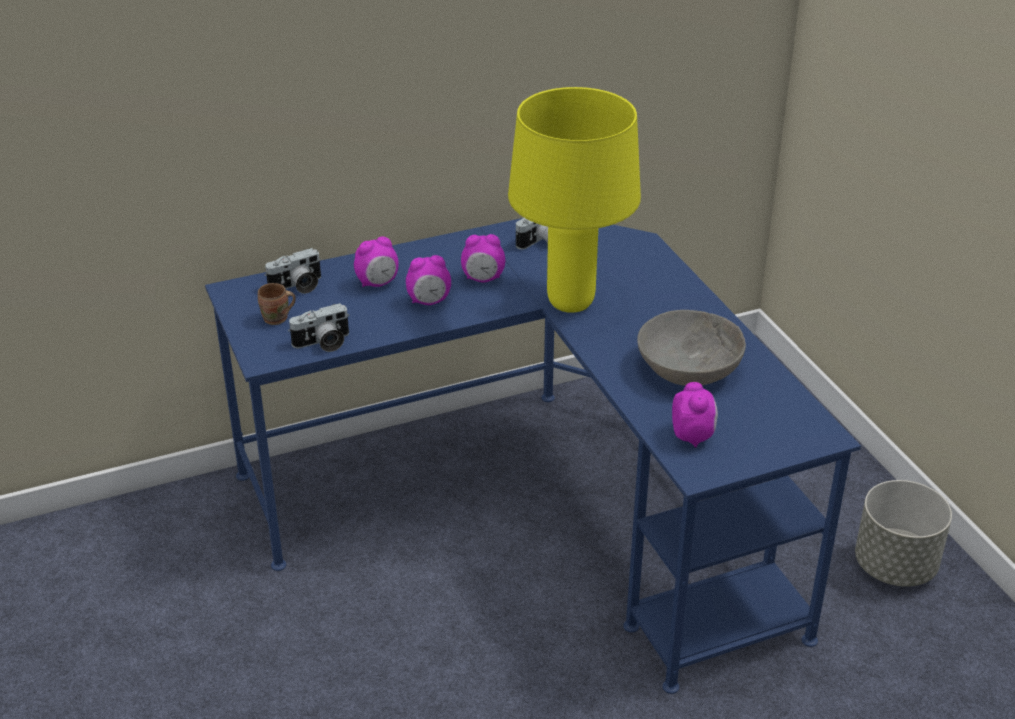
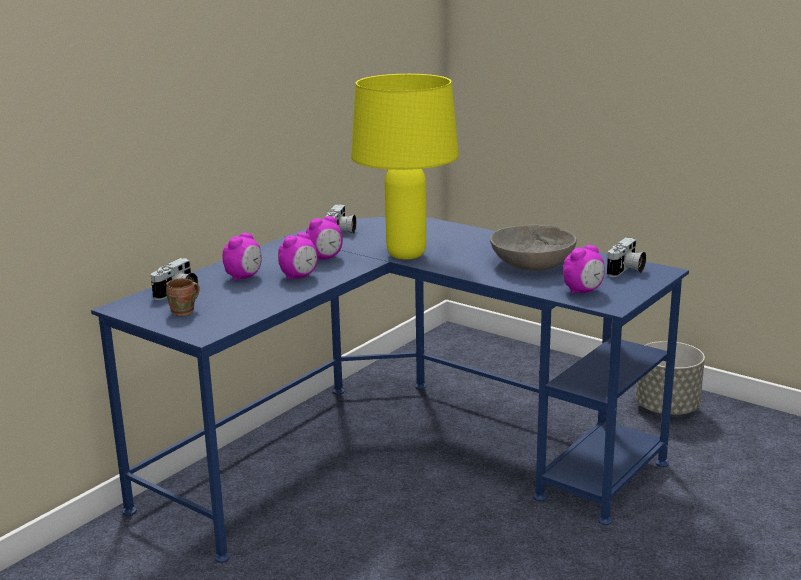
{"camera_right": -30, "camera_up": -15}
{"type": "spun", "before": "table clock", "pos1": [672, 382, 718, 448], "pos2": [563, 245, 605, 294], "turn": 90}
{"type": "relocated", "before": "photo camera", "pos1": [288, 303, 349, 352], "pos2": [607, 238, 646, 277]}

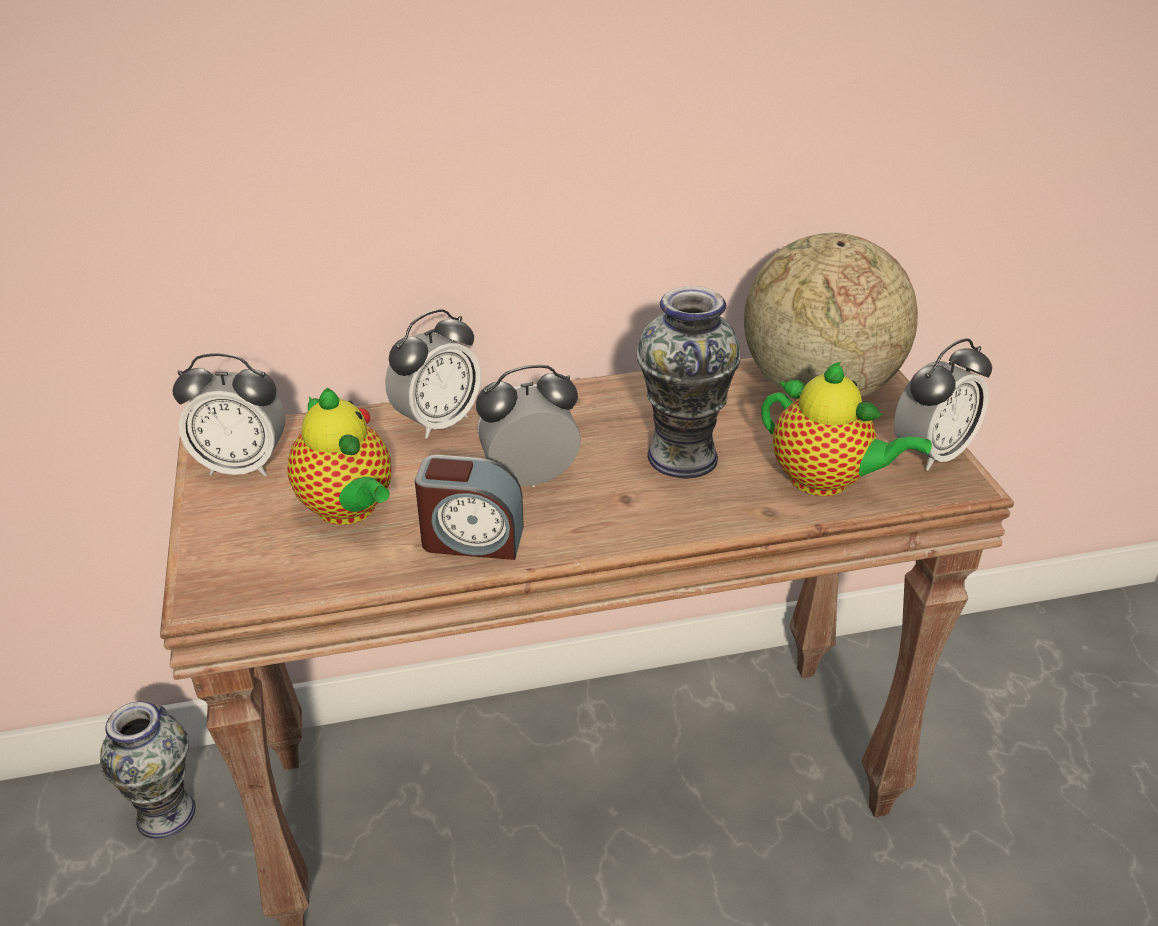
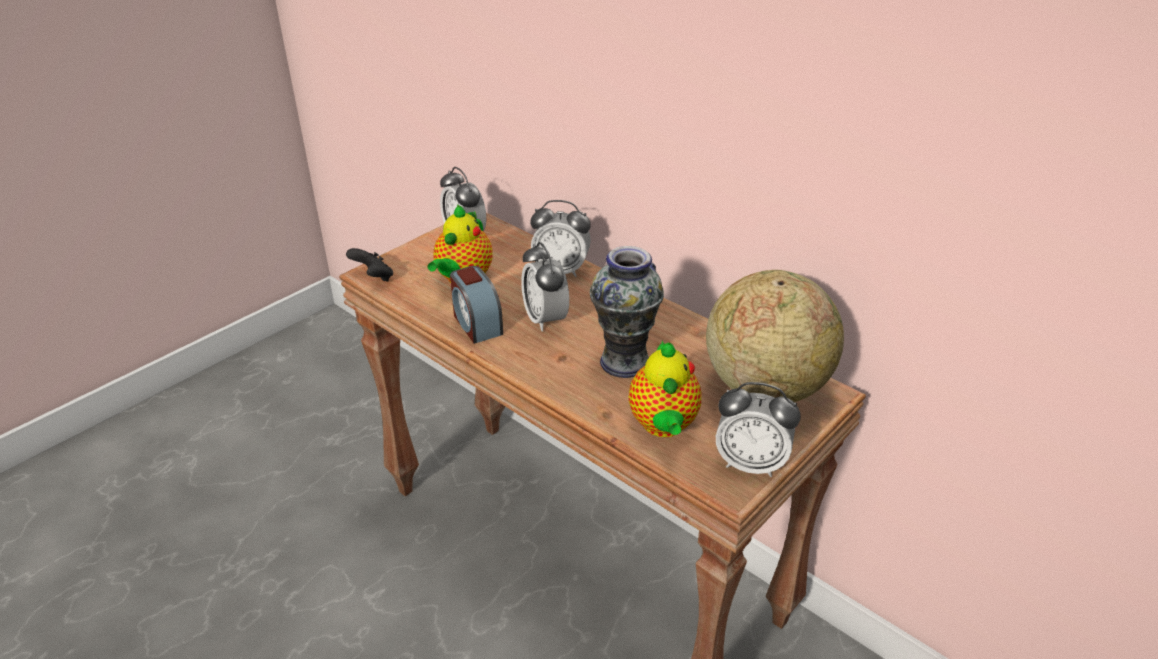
{"camera_right": 55, "camera_up": 0}
{"type": "appeared", "after": "black-coloured joypad", "pos2": [346, 248, 393, 281]}
{"type": "spun", "before": "table clock", "pos1": [476, 365, 581, 487], "pos2": [521, 242, 569, 331], "turn": -150}
{"type": "missing", "before": "flower vase", "pos1": [100, 701, 196, 839]}

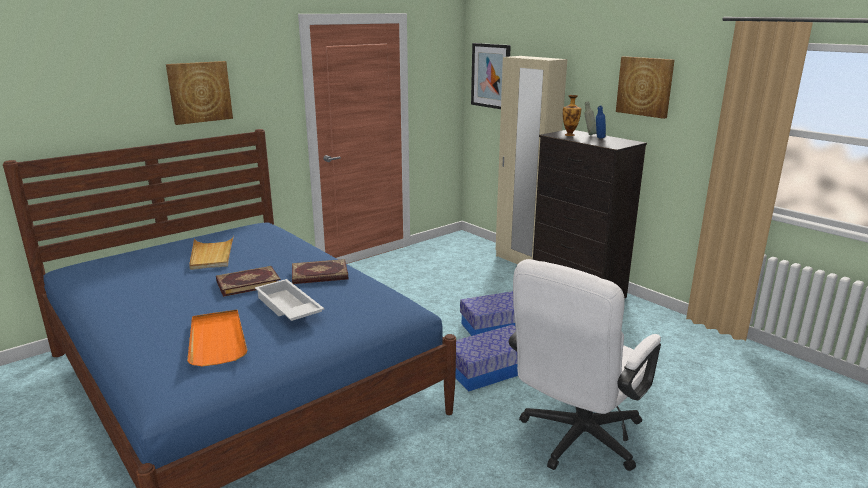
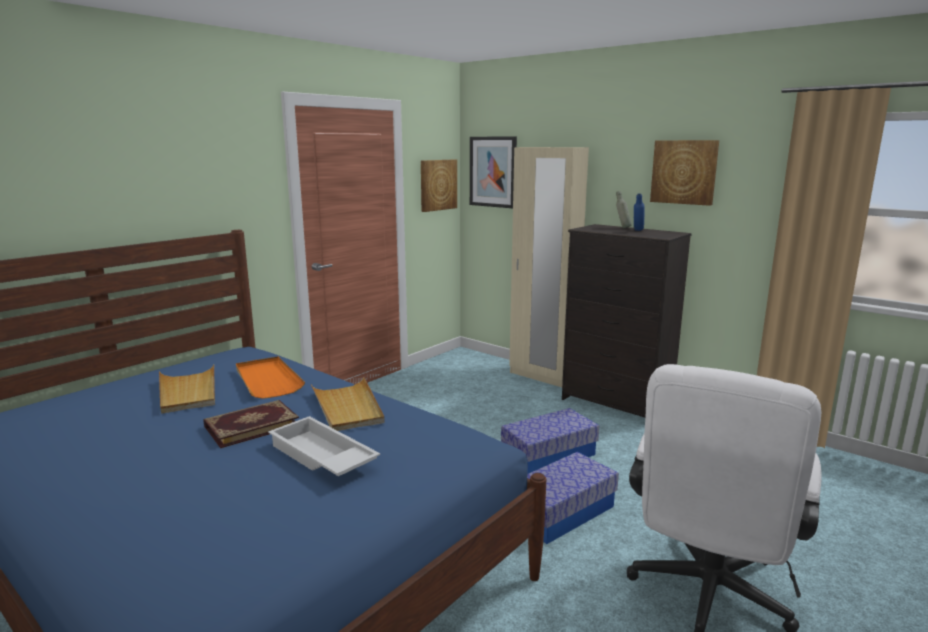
{"camera_right": -10, "camera_up": -5}
{"type": "relocated", "before": "orange serving tray", "pos1": [187, 309, 248, 366], "pos2": [236, 356, 305, 399]}
{"type": "exchanged", "before": "book", "after": "sand-coloured serving tray", "pos1": [292, 259, 348, 284], "pos2": [311, 377, 385, 431]}
{"type": "relocated", "before": "wall art", "pos1": [166, 61, 233, 125], "pos2": [421, 159, 457, 212]}
{"type": "missing", "before": "flower vase", "pos1": [563, 95, 581, 136]}

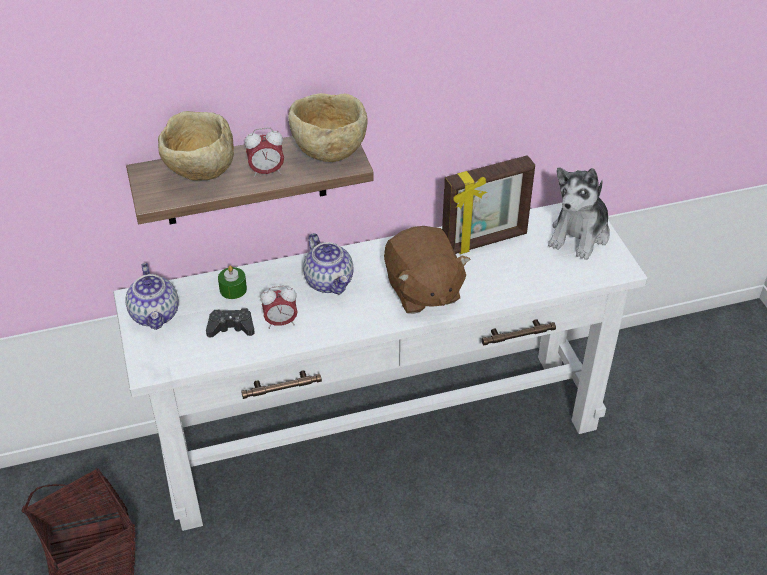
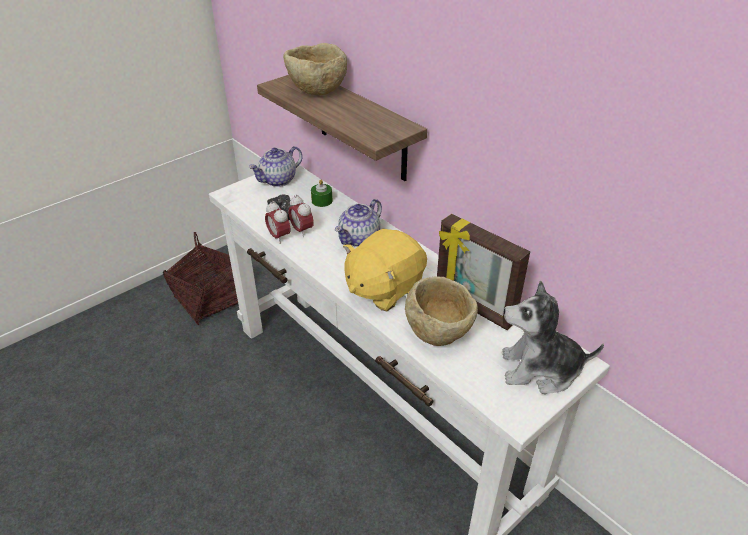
{"camera_right": 65, "camera_up": -5}
{"type": "relocated", "before": "table clock", "pos1": [245, 128, 284, 178], "pos2": [265, 201, 290, 244]}
{"type": "colour", "before": "brownish soft toy", "after": "yellowish soft toy", "pos1": [384, 226, 470, 314], "pos2": [343, 229, 427, 311]}
{"type": "relocated", "before": "sand-coloured bowl", "pos1": [288, 93, 368, 162], "pos2": [405, 276, 478, 346]}

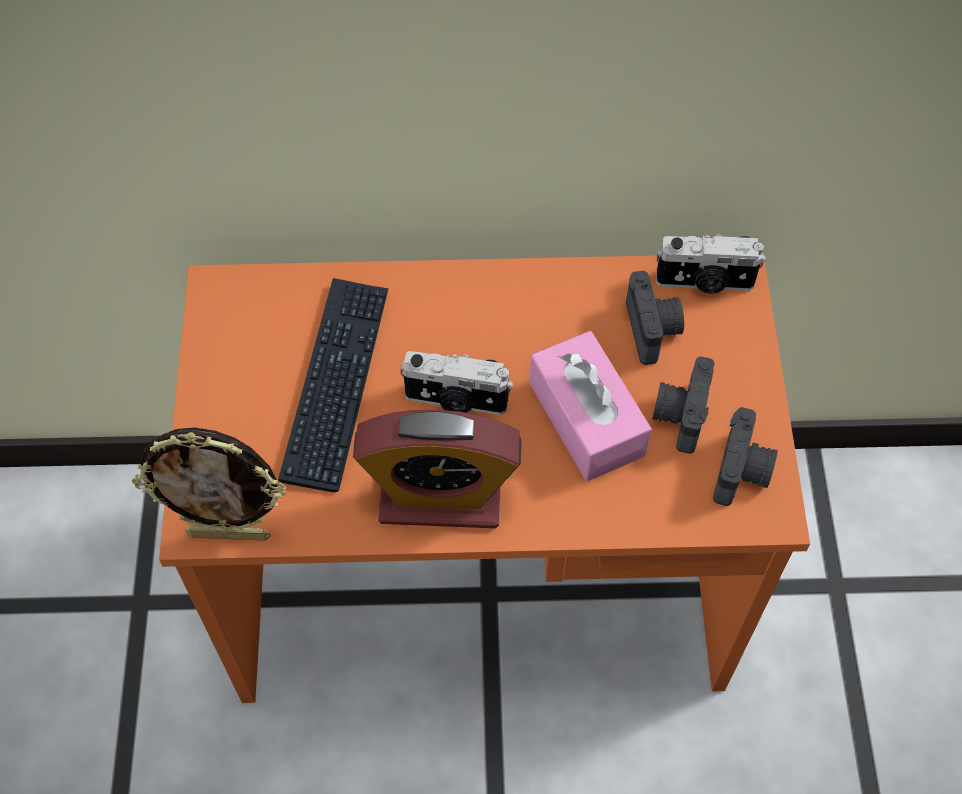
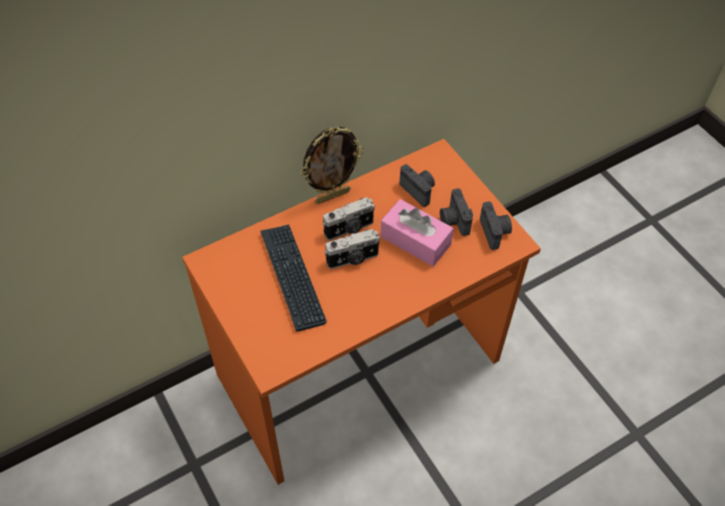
{"camera_right": -30, "camera_up": -5}
{"type": "relocated", "before": "photo frame", "pos1": [132, 428, 286, 540], "pos2": [301, 126, 363, 204]}
{"type": "relocated", "before": "photo camera", "pos1": [656, 234, 765, 294], "pos2": [322, 197, 375, 240]}
{"type": "missing", "before": "table clock", "pos1": [353, 410, 522, 528]}

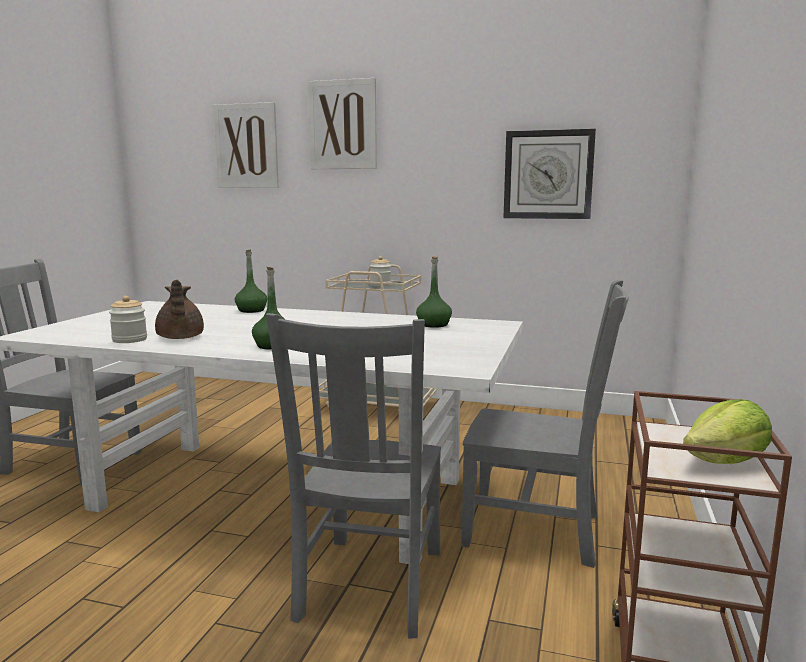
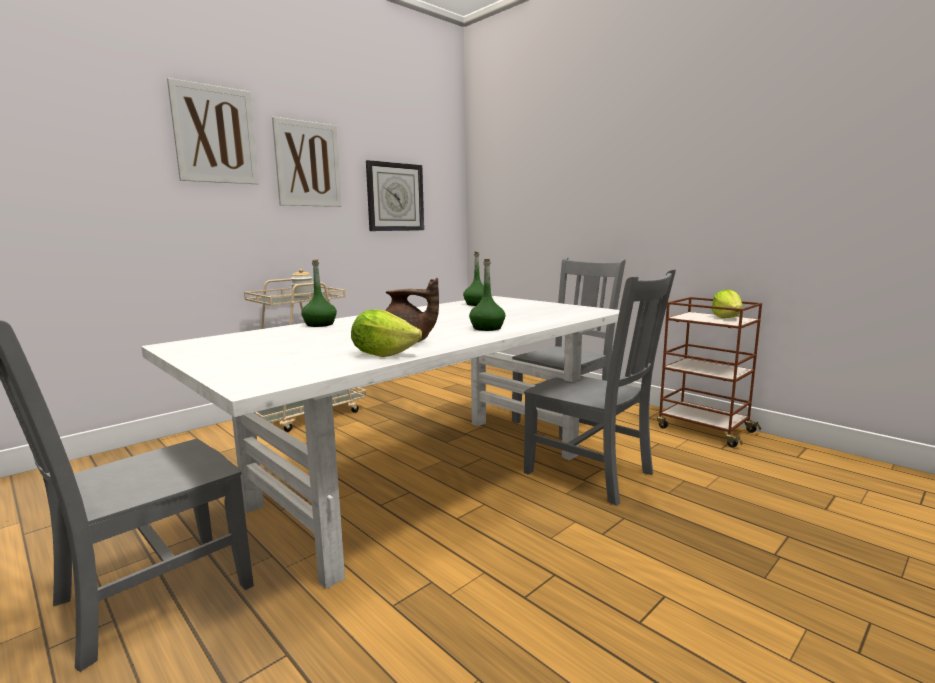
{"camera_right": -60, "camera_up": 0}
{"type": "relocated", "before": "wall art", "pos1": [213, 102, 279, 188], "pos2": [272, 117, 342, 207]}
{"type": "exchanged", "before": "jar", "after": "lettuce", "pos1": [109, 296, 147, 343], "pos2": [351, 309, 422, 357]}

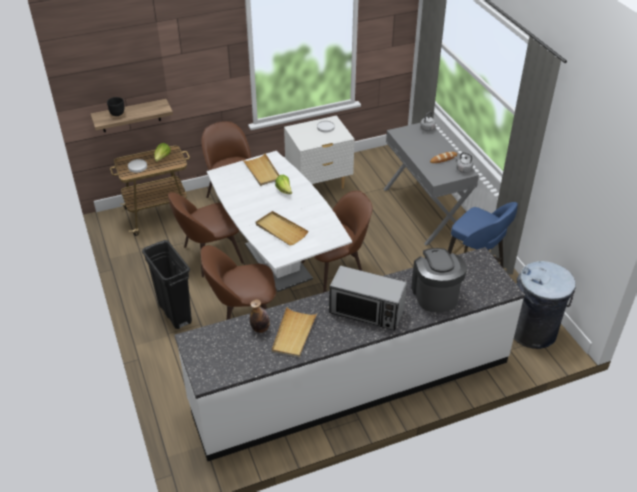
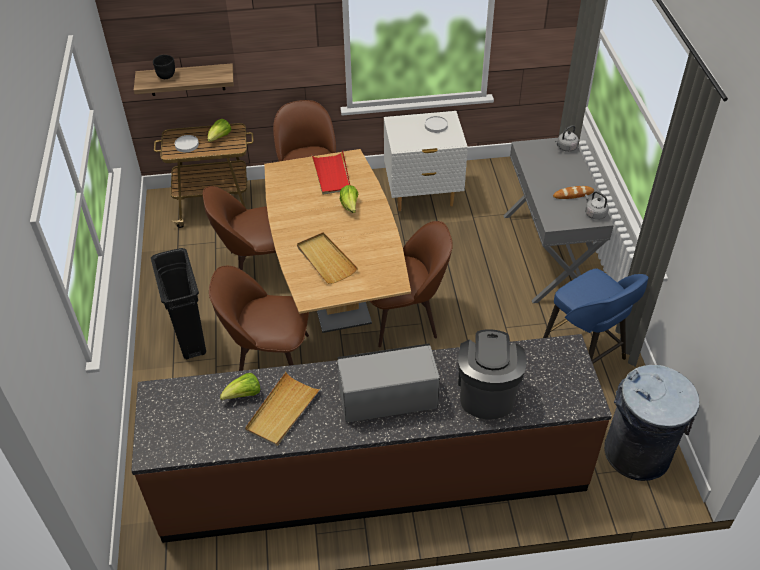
{"camera_right": 15, "camera_up": 5}
{"type": "colour", "before": "white-coloured kitchen counter", "after": "brownish kitchen counter", "pos1": [174, 247, 525, 461], "pos2": [131, 334, 612, 543]}
{"type": "exchanged", "before": "bottle", "after": "lettuce", "pos1": [250, 299, 270, 333], "pos2": [220, 373, 260, 400]}
{"type": "colour", "before": "white-coloured dining table", "after": "brownish dining table", "pos1": [207, 151, 352, 292], "pos2": [264, 149, 411, 333]}
{"type": "colour", "before": "sand-coloured serving tray", "after": "red-coloured serving tray", "pos1": [242, 153, 280, 186], "pos2": [312, 151, 350, 195]}
{"type": "spun", "before": "kitchen microwave", "pos1": [329, 266, 407, 331], "pos2": [337, 343, 440, 422], "turn": 135}

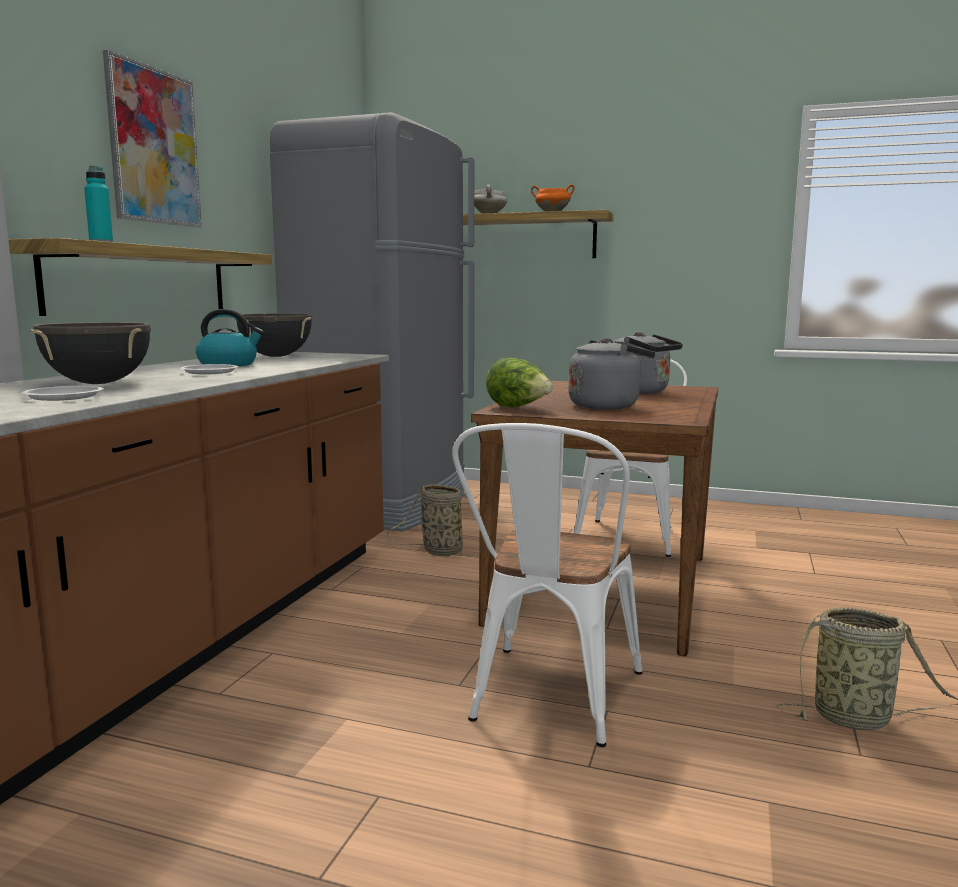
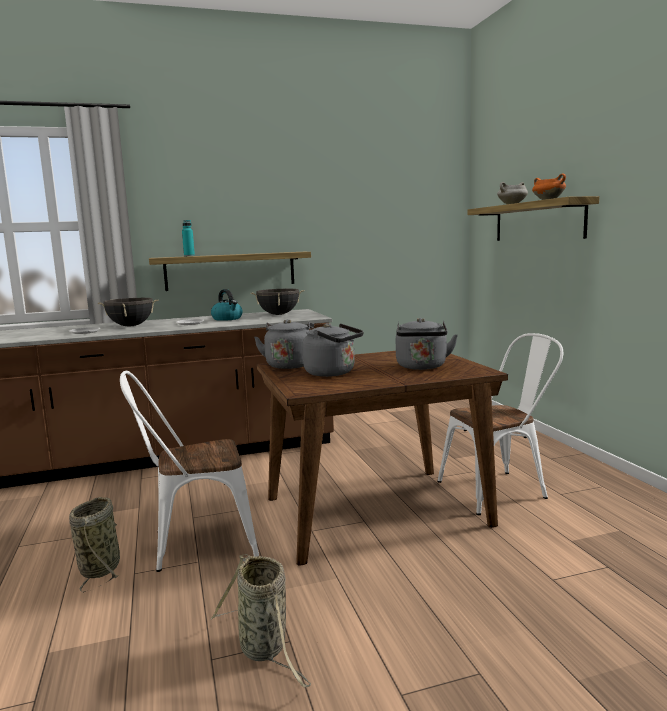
{"camera_right": 55, "camera_up": 0}
{"type": "relocated", "before": "basket", "pos1": [387, 484, 479, 556], "pos2": [69, 497, 120, 593]}
{"type": "exchanged", "before": "lettuce", "after": "greyish water kettle", "pos1": [486, 358, 553, 407], "pos2": [254, 319, 314, 369]}
{"type": "missing", "before": "wall art", "pos1": [103, 50, 202, 228]}
{"type": "missing", "before": "greyish fridge", "pos1": [270, 112, 474, 531]}

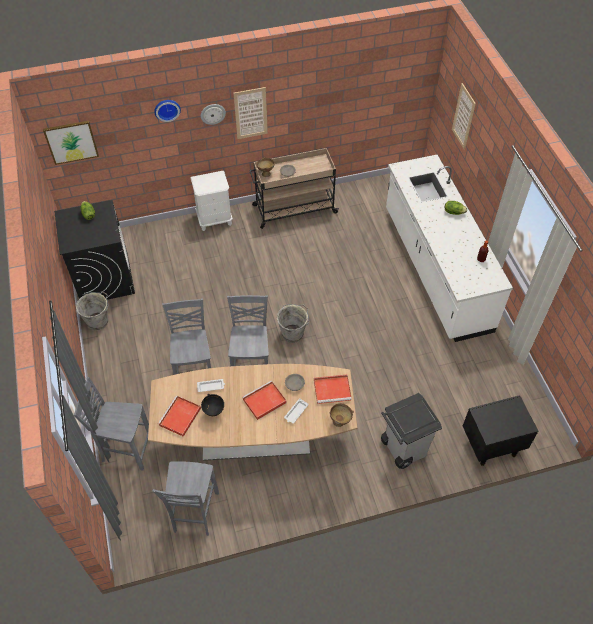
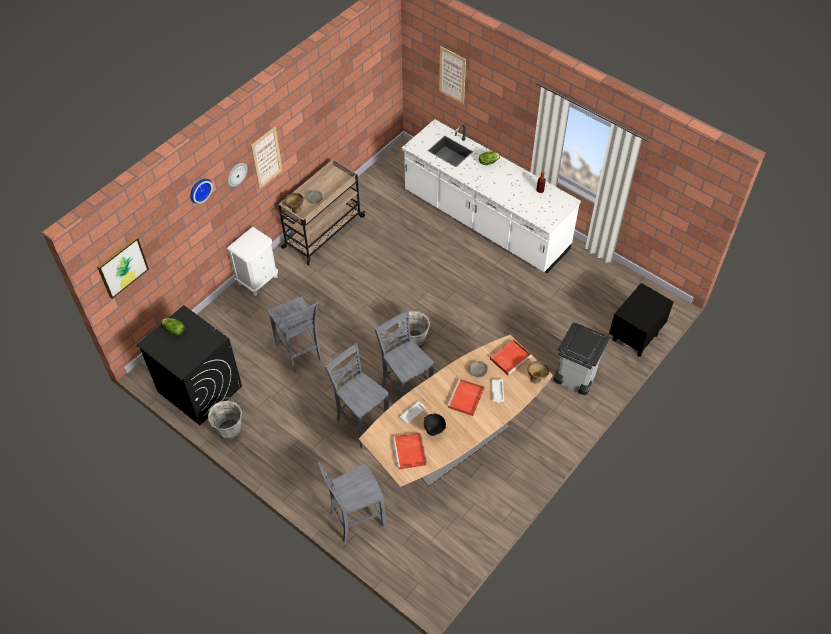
{"camera_right": -35, "camera_up": 0}
{"type": "relocated", "before": "greyish plain chair", "pos1": [153, 461, 219, 536], "pos2": [268, 296, 322, 373]}

